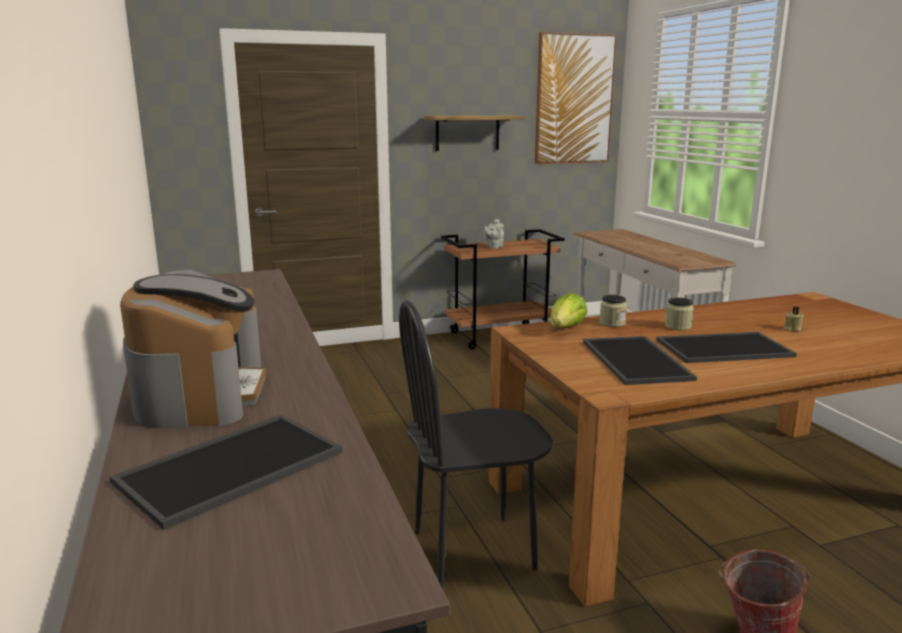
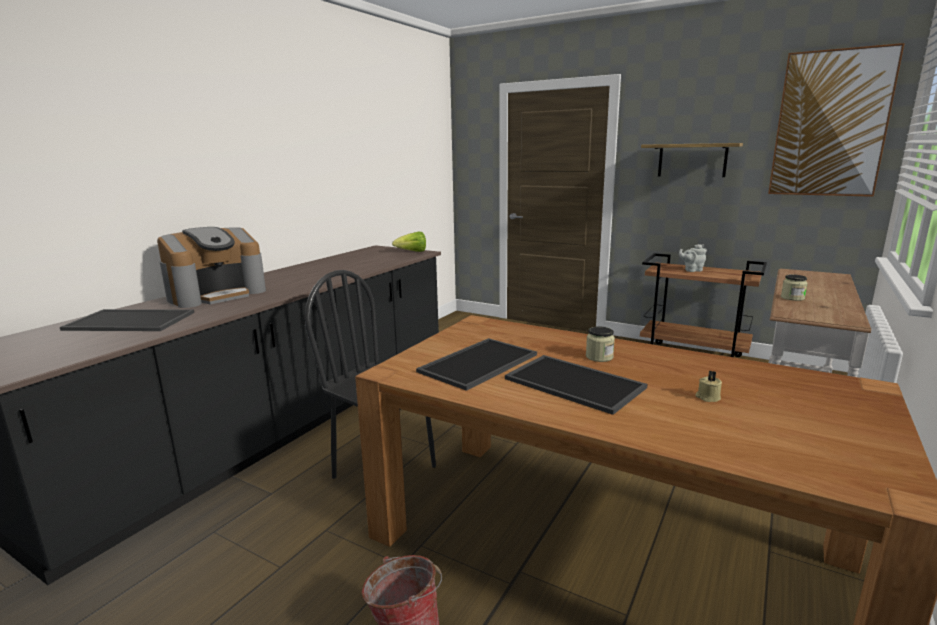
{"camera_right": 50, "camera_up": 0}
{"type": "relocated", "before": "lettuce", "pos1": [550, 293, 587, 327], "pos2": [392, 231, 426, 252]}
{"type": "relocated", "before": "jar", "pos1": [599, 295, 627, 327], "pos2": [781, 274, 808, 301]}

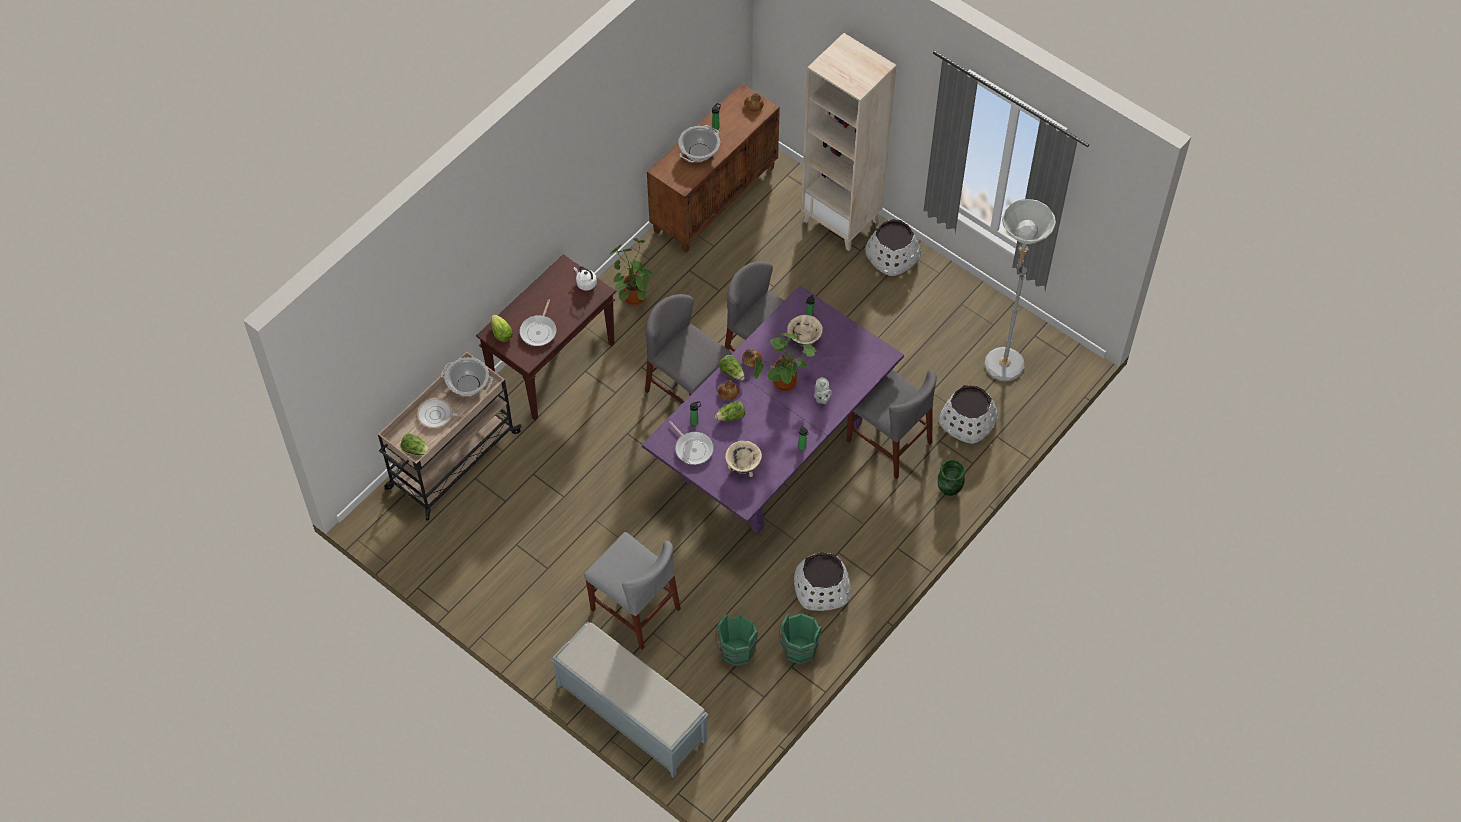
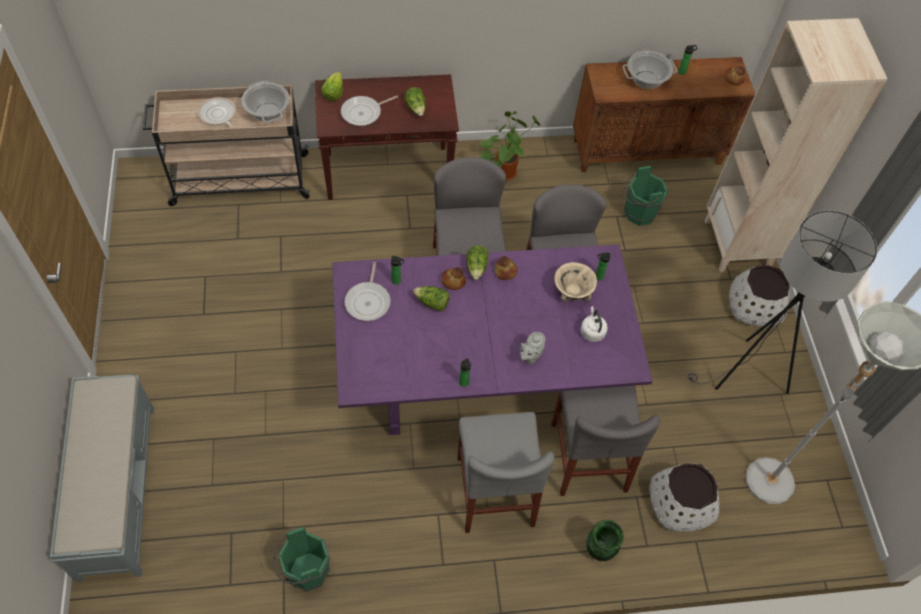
{"camera_right": 40, "camera_up": 0}
{"type": "relocated", "before": "lettuce", "pos1": [401, 433, 429, 455], "pos2": [405, 87, 426, 116]}
{"type": "relocated", "before": "greyish plain chair", "pos1": [584, 532, 681, 650], "pos2": [458, 412, 554, 533]}
{"type": "relocated", "before": "white-coloured water kettle", "pos1": [574, 266, 597, 291], "pos2": [581, 306, 608, 342]}
{"type": "relocated", "before": "green water bucket", "pos1": [715, 614, 758, 666], "pos2": [624, 166, 668, 226]}
{"type": "appeared", "after": "greyish floor lamp", "pos2": [688, 210, 877, 394]}
{"type": "missing", "before": "sand-coloured bowl", "pos1": [725, 441, 762, 477]}
{"type": "missing", "before": "plant in a pot", "pos1": [754, 331, 817, 391]}
{"type": "missing", "before": "white-coloured flower pot", "pos1": [794, 552, 851, 611]}

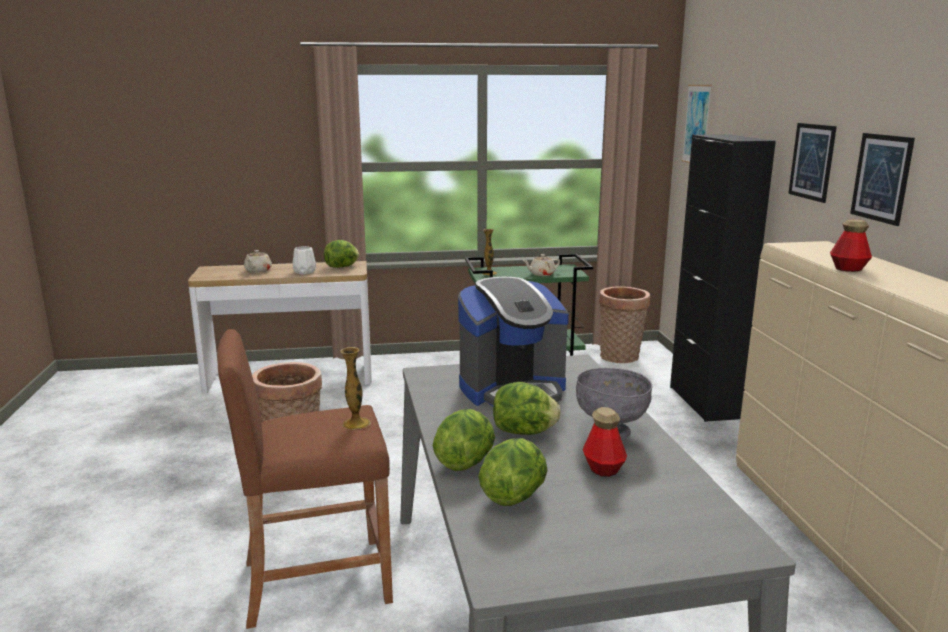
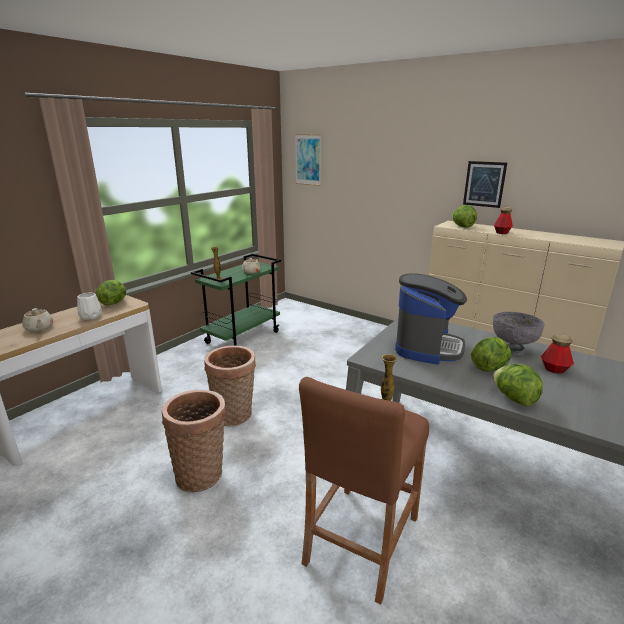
{"camera_right": -45, "camera_up": 5}
{"type": "relocated", "before": "basket", "pos1": [599, 286, 650, 363], "pos2": [204, 346, 256, 426]}
{"type": "relocated", "before": "lettuce", "pos1": [478, 438, 547, 506], "pos2": [452, 205, 477, 228]}
{"type": "missing", "before": "black-coloured storage cabinet", "pos1": [670, 134, 776, 422]}
{"type": "missing", "before": "wall art", "pos1": [788, 123, 837, 203]}

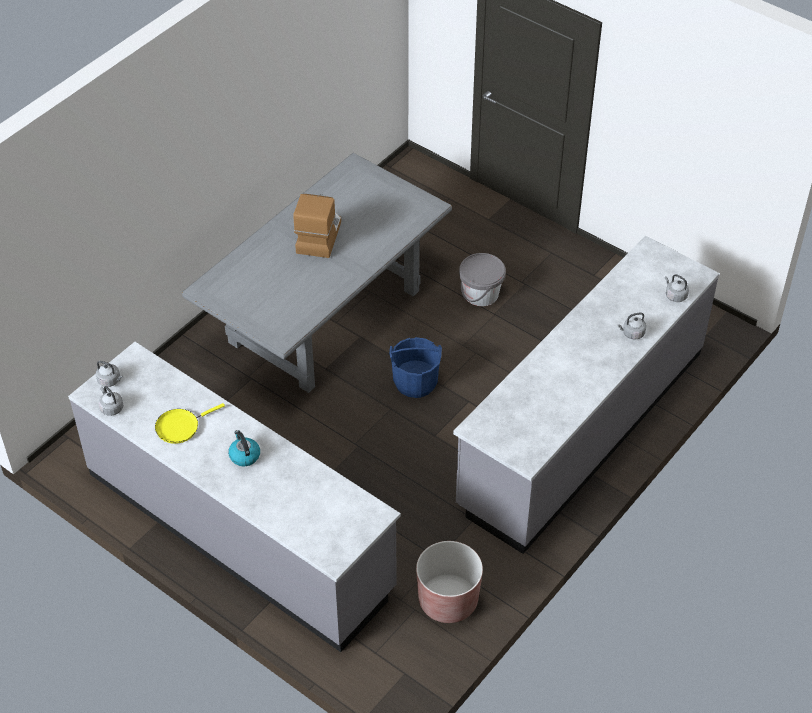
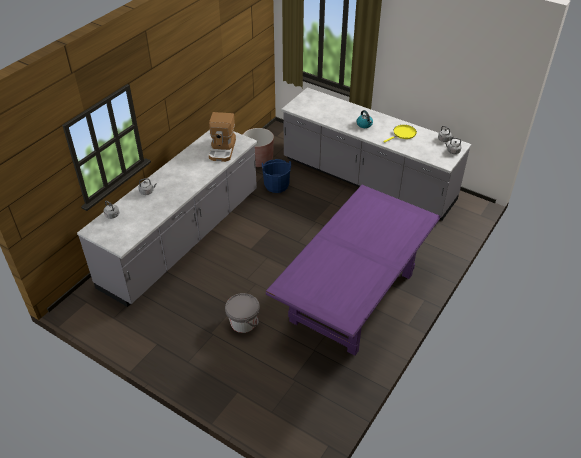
{"camera_right": 175, "camera_up": -5}
{"type": "relocated", "before": "coffee maker", "pos1": [293, 194, 341, 258], "pos2": [209, 112, 236, 162]}
{"type": "relocated", "before": "blue-coloured water bucket", "pos1": [389, 337, 442, 398], "pos2": [262, 159, 291, 193]}
{"type": "colour", "before": "greyish dining table", "after": "purple dining table", "pos1": [182, 153, 452, 393], "pos2": [266, 185, 440, 356]}

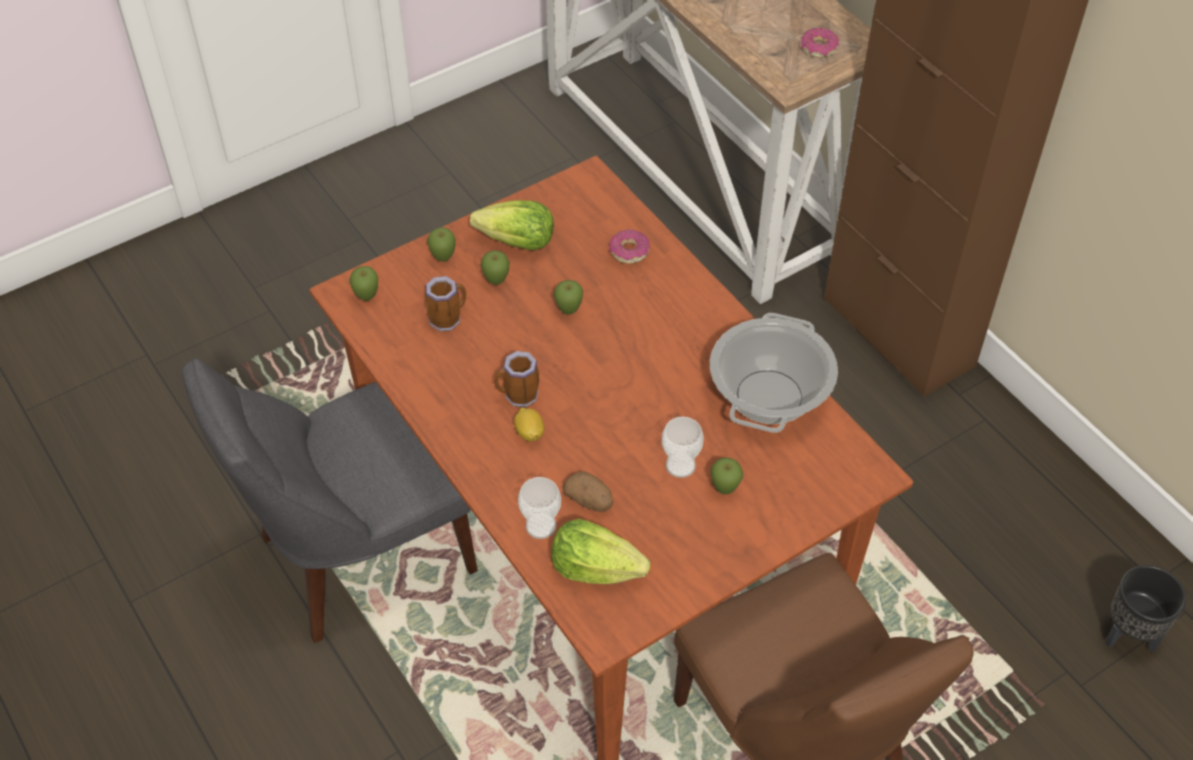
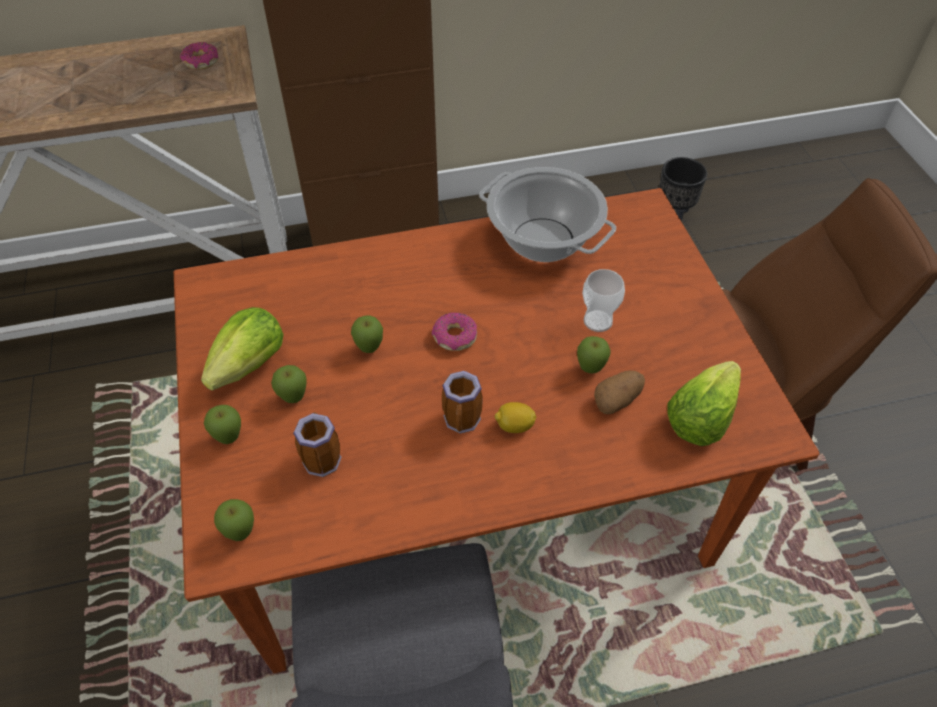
{"camera_right": -70, "camera_up": 0}
{"type": "relocated", "before": "doughnut", "pos1": [609, 229, 650, 264], "pos2": [432, 312, 477, 351]}
{"type": "relocated", "before": "apple", "pos1": [711, 458, 743, 494], "pos2": [577, 336, 611, 373]}
{"type": "missing", "before": "cup", "pos1": [518, 477, 561, 539]}

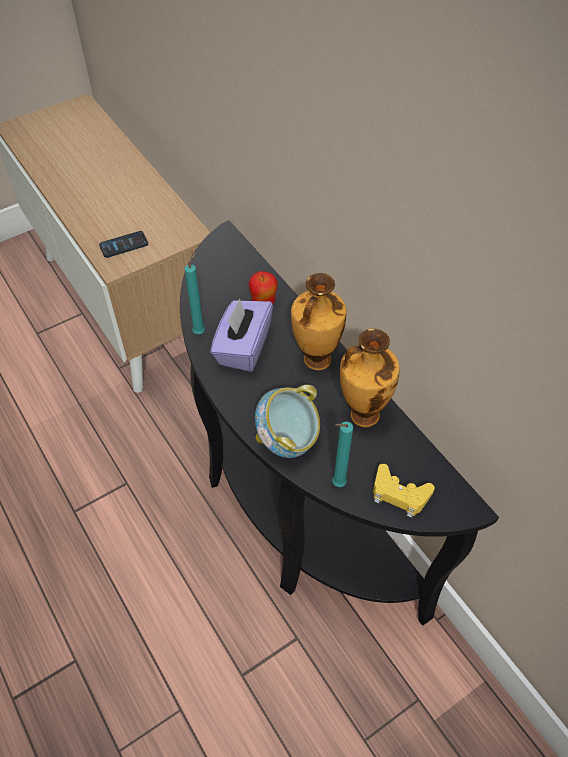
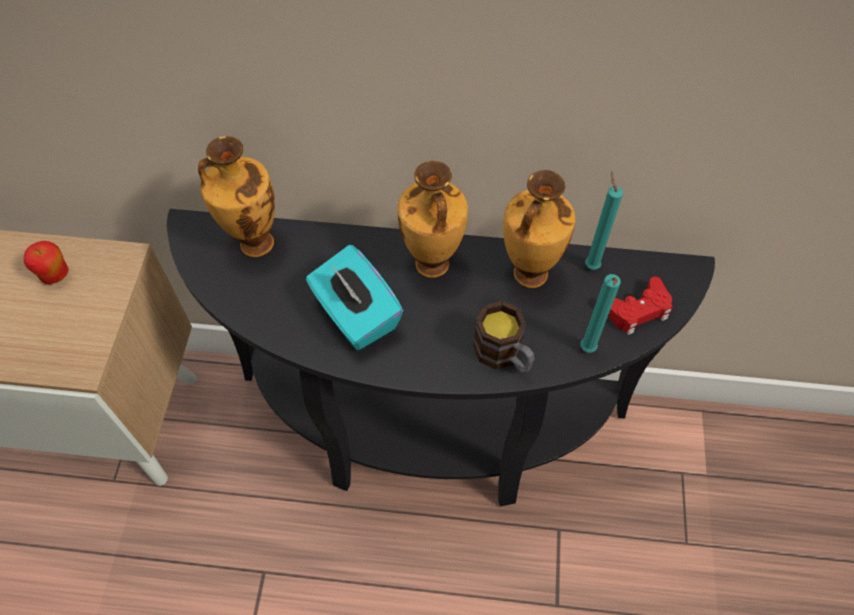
{"camera_right": -50, "camera_up": 5}
{"type": "relocated", "before": "apple", "pos1": [248, 271, 278, 304], "pos2": [24, 241, 69, 284]}
{"type": "appeared", "after": "flower vase", "pos2": [198, 136, 275, 257]}
{"type": "colour", "before": "purple tissue holder", "after": "turquoise tissue holder", "pos1": [210, 299, 273, 372], "pos2": [306, 245, 403, 350]}
{"type": "exchanged", "before": "bowl", "after": "coffee mug", "pos1": [255, 385, 320, 458], "pos2": [473, 301, 534, 373]}
{"type": "relocated", "before": "turquoise candle", "pos1": [185, 253, 205, 334], "pos2": [585, 171, 623, 269]}
{"type": "colour", "before": "yellowish joypad", "after": "red-coloured joypad", "pos1": [373, 464, 435, 518], "pos2": [608, 277, 673, 335]}
{"type": "missing", "before": "handset", "pos1": [99, 231, 148, 258]}

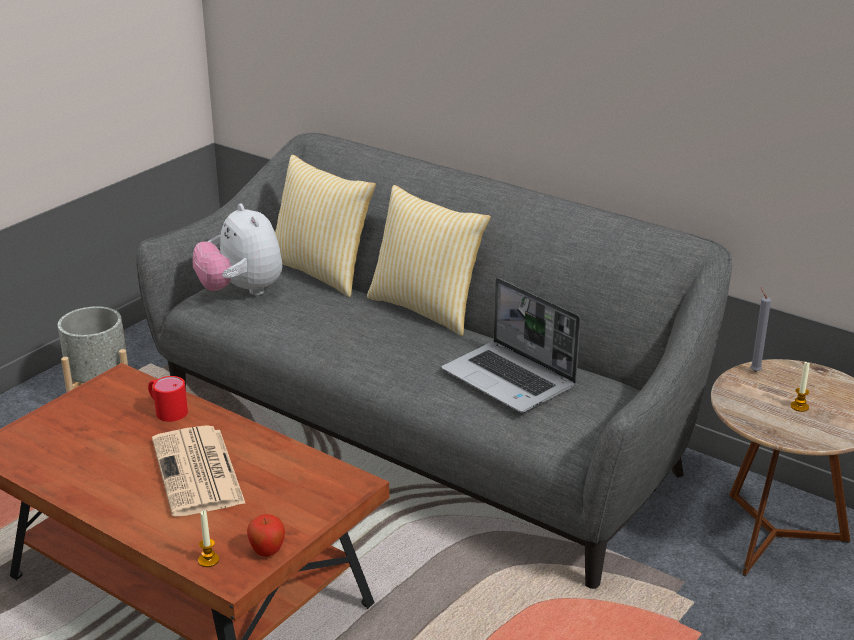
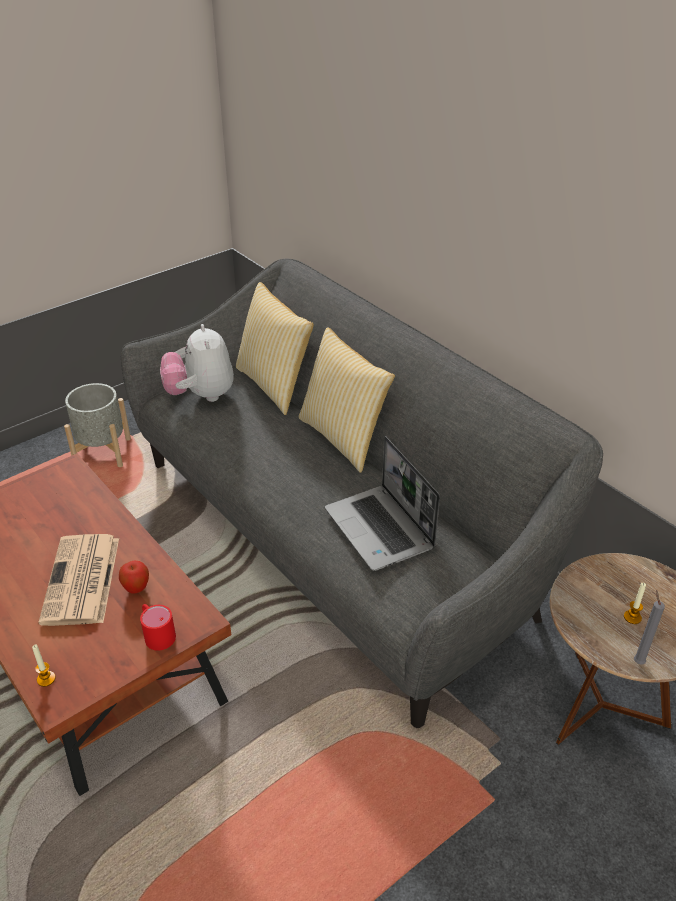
{"camera_right": 15, "camera_up": 10}
{"type": "relocated", "before": "apple", "pos1": [247, 514, 285, 557], "pos2": [119, 561, 149, 593]}
{"type": "relocated", "before": "red-coloured coffee mug", "pos1": [148, 376, 188, 422], "pos2": [140, 604, 176, 650]}
{"type": "relocated", "before": "greyish candle", "pos1": [750, 287, 771, 372], "pos2": [634, 590, 665, 665]}

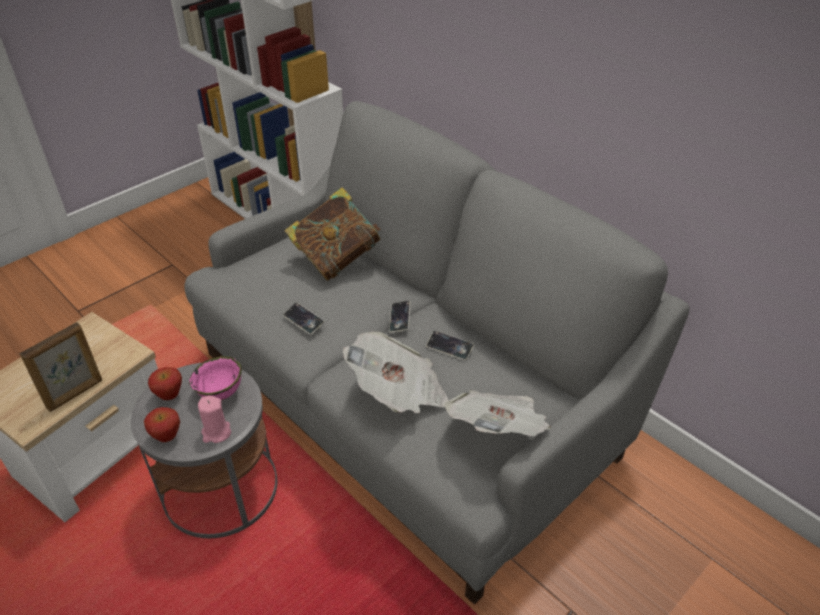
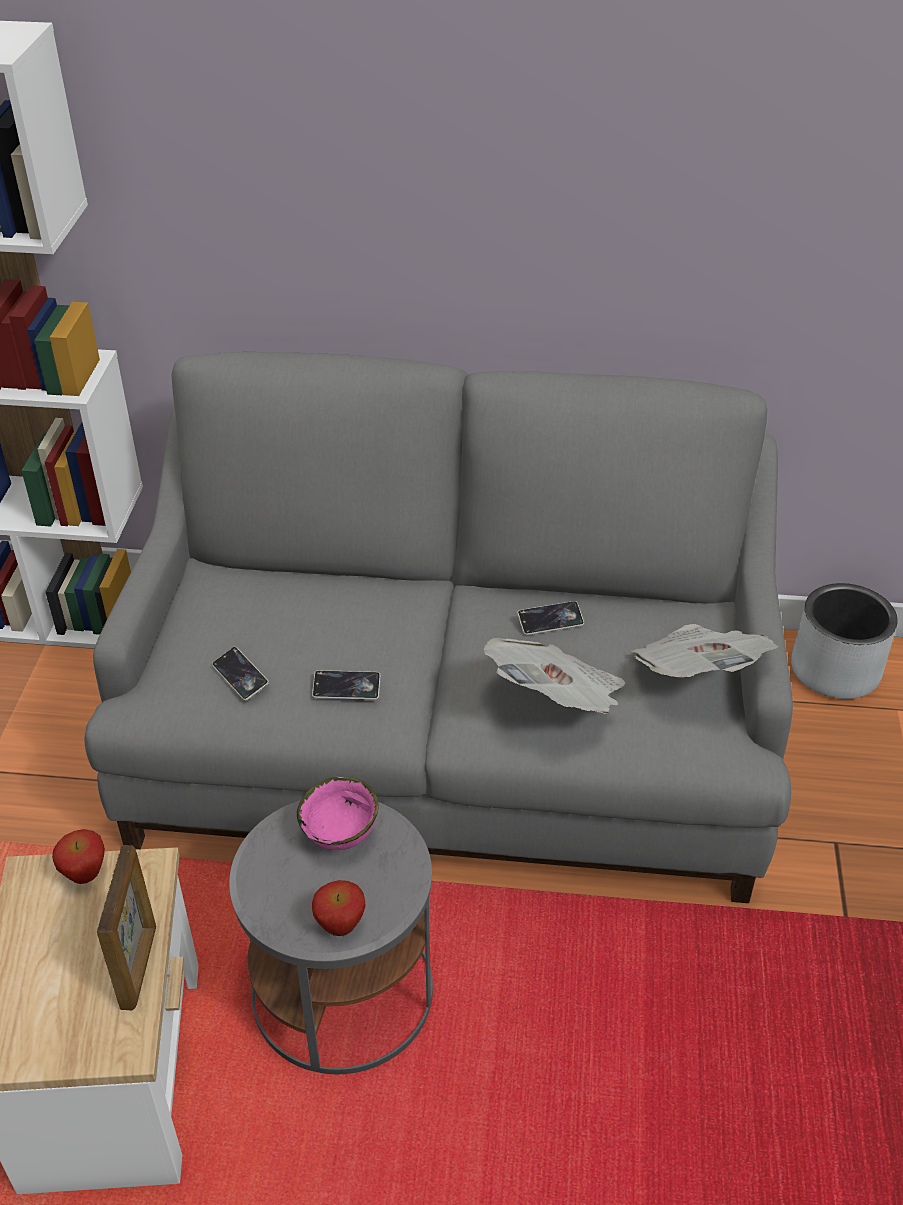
{"camera_right": -40, "camera_up": 0}
{"type": "relocated", "before": "apple", "pos1": [148, 367, 182, 400], "pos2": [52, 829, 105, 884]}
{"type": "relocated", "before": "handset", "pos1": [389, 301, 410, 333], "pos2": [212, 647, 269, 701]}
{"type": "appeared", "after": "greyish flower pot", "pos2": [791, 583, 898, 699]}
{"type": "missing", "before": "pink candle", "pos1": [198, 396, 231, 443]}
{"type": "missing", "before": "book", "pos1": [284, 187, 380, 281]}

